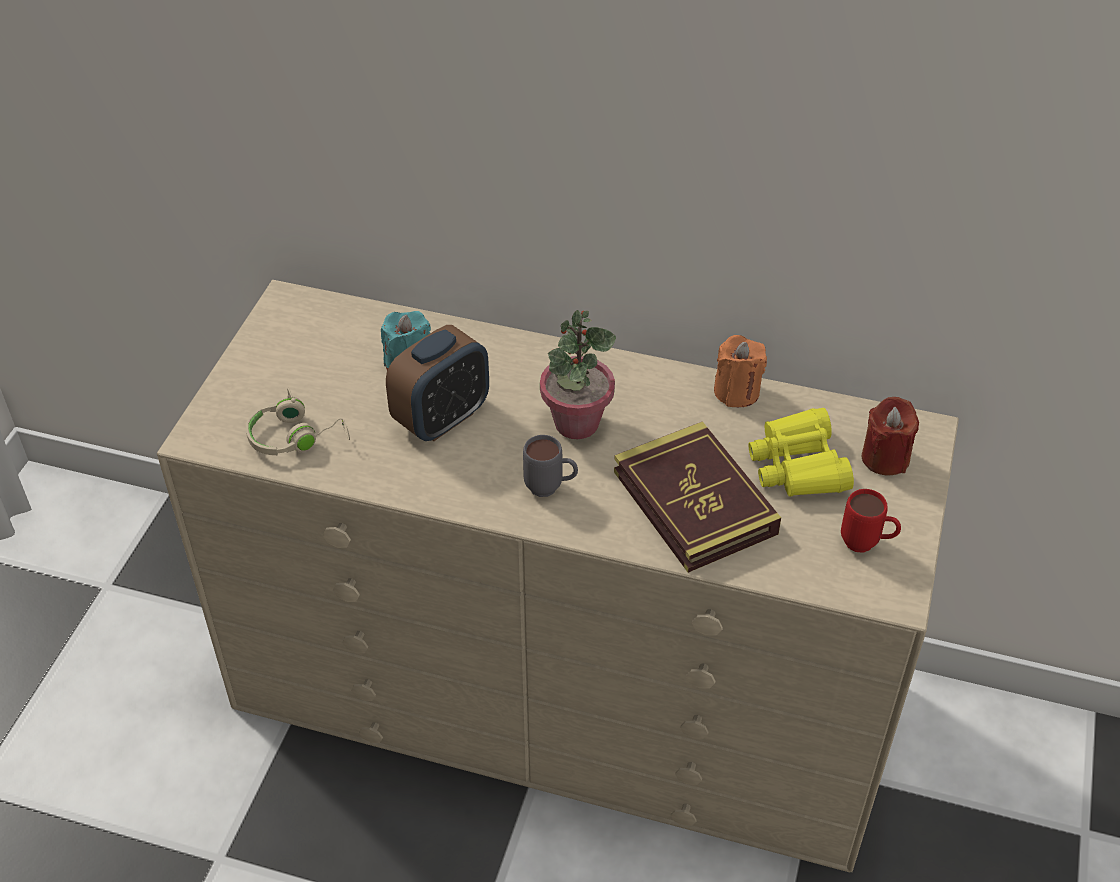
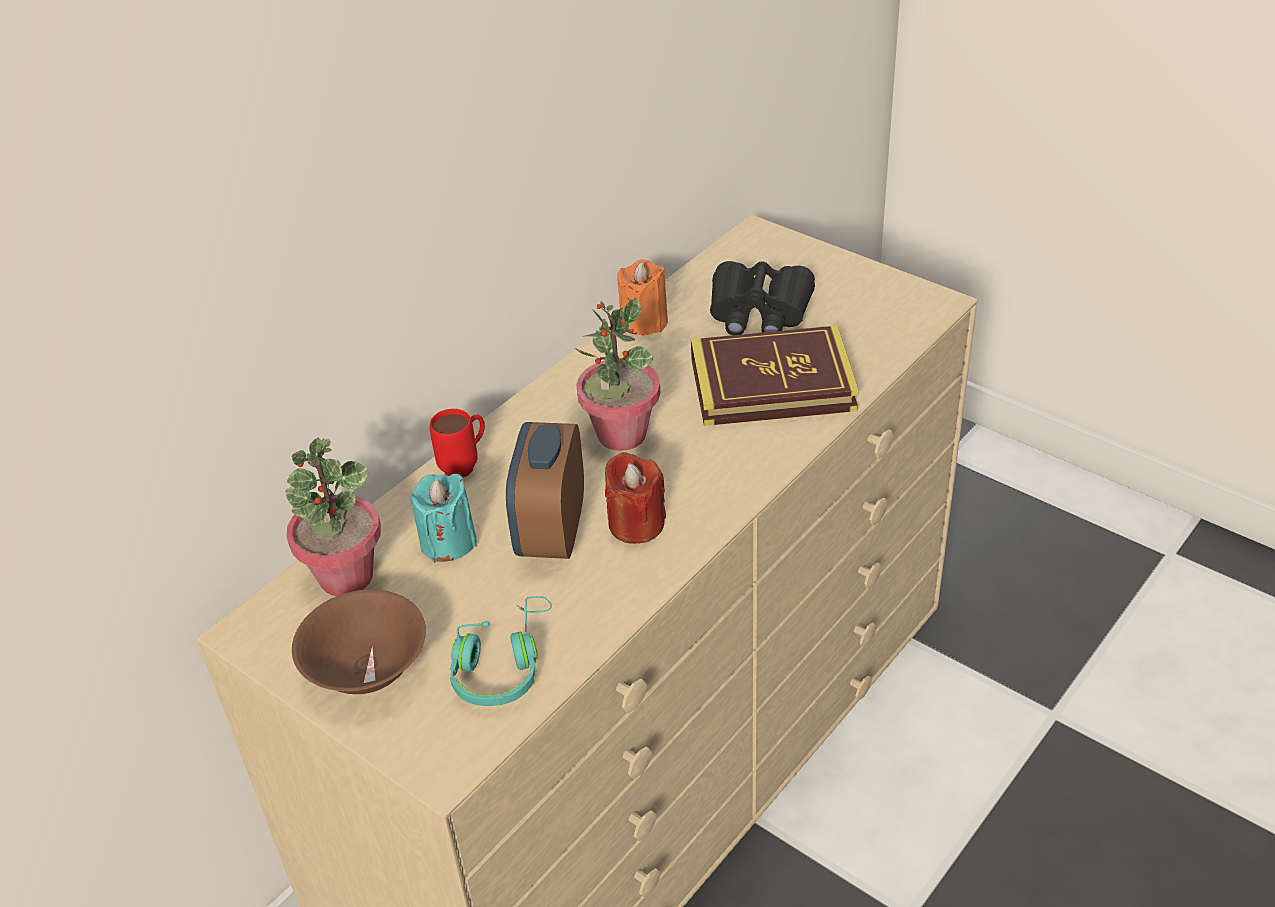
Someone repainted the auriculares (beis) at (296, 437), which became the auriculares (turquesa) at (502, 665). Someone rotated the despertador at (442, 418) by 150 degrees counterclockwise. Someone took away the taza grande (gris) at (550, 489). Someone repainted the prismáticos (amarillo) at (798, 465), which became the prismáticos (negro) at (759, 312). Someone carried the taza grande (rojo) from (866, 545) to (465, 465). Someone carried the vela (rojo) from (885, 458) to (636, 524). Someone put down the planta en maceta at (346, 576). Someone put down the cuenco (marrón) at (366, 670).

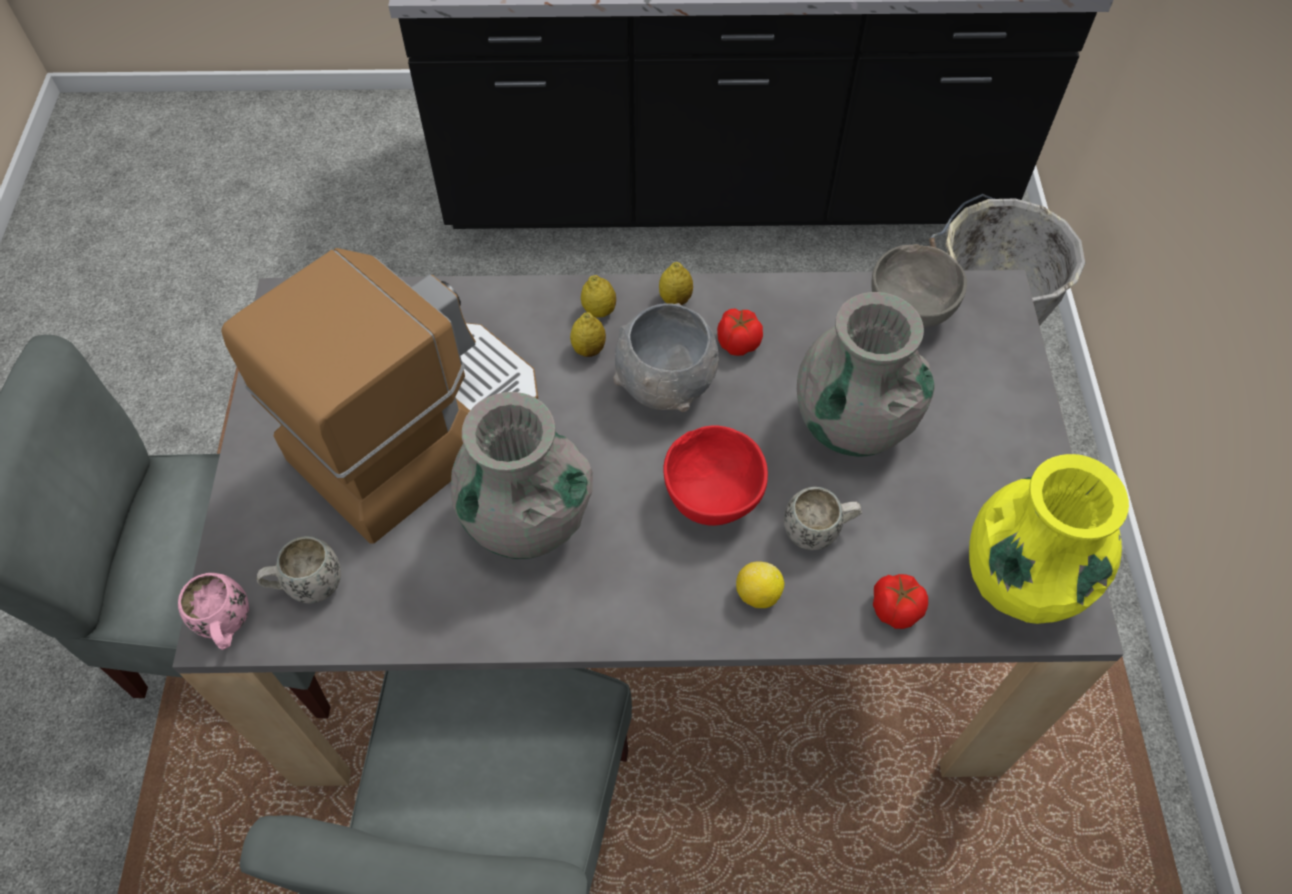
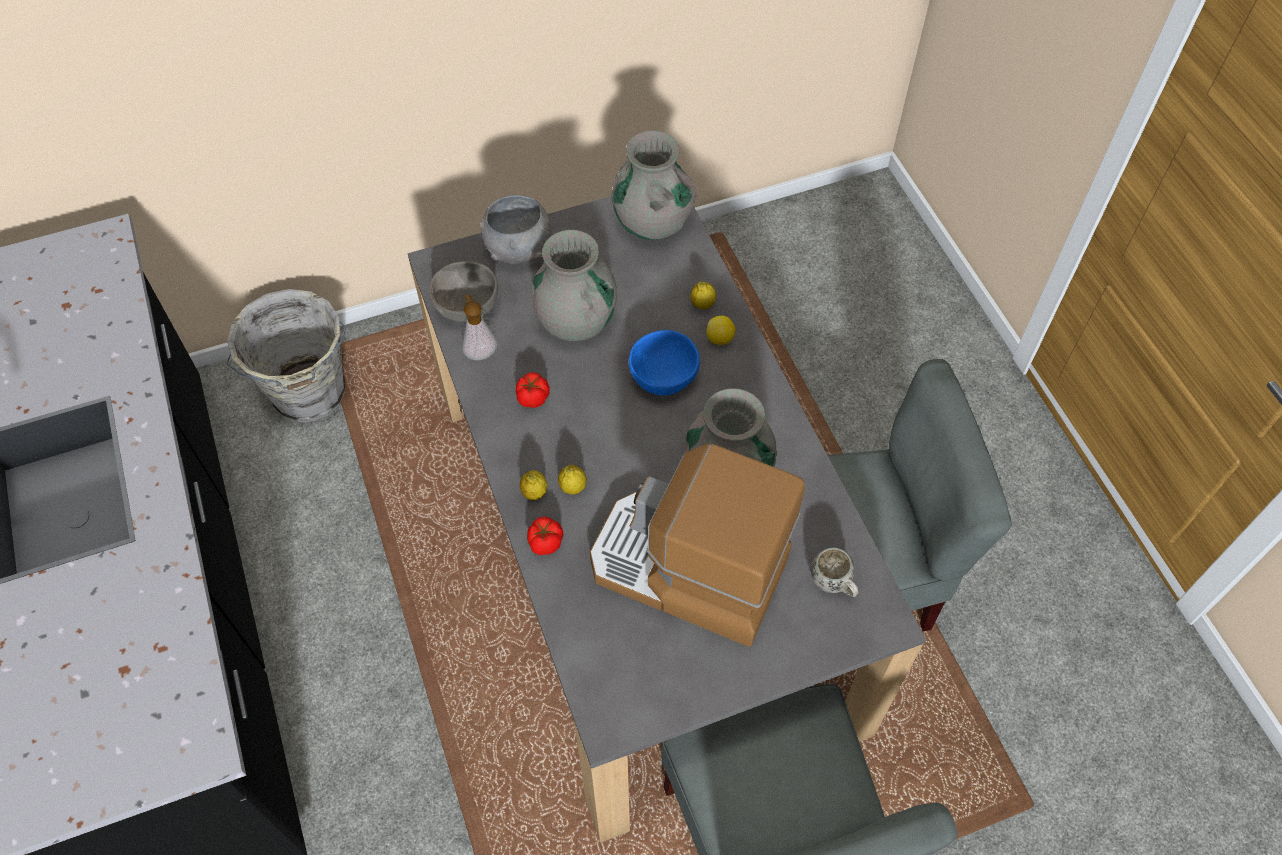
Someone took away the taza grande (rosa) at (227, 627). Someone carried the cuenco (gris) from (664, 383) to (519, 250). Someone carried the limón from (675, 299) to (702, 304). Someone repainted the cuenco (rojo) at (713, 495), which became the cuenco (azul) at (662, 378). Someone took away the taza grande (blanco) at (818, 531). Someone carried the tomate from (894, 608) to (545, 543). Someone repainted the florero (amarillo) at (1021, 579), which became the florero (gris) at (652, 222). Someone put down the dispensador de jabón at (480, 352).

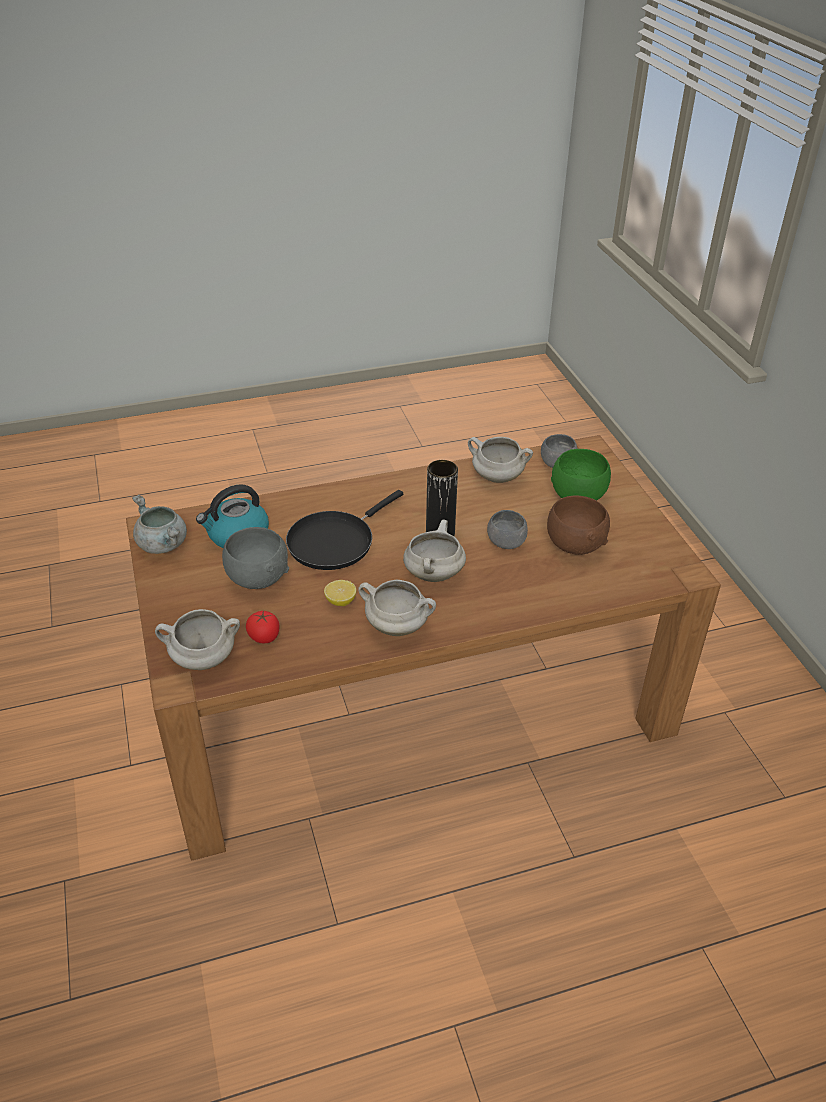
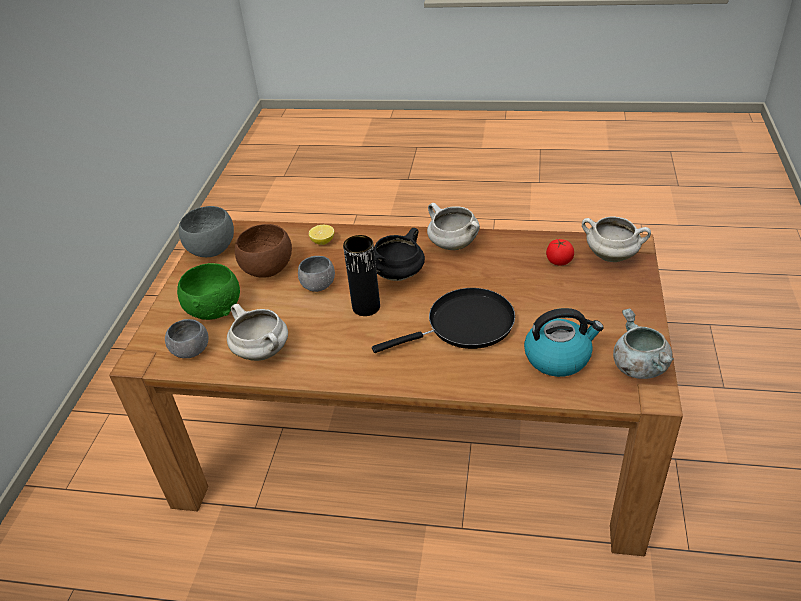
Someone carried the cuenco (gris) from (257, 578) to (211, 250). Someone carried the limón from (340, 601) to (323, 241). Someone repainted the olla (blanco) at (433, 573), which became the olla (negro) at (398, 275).

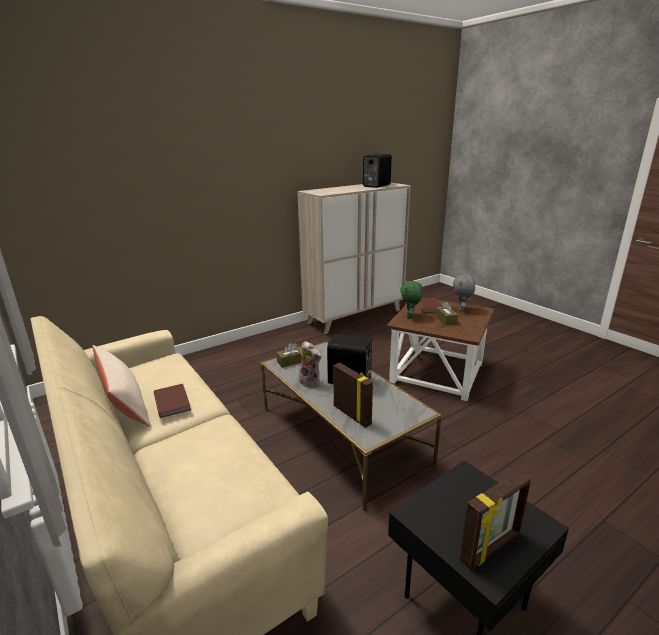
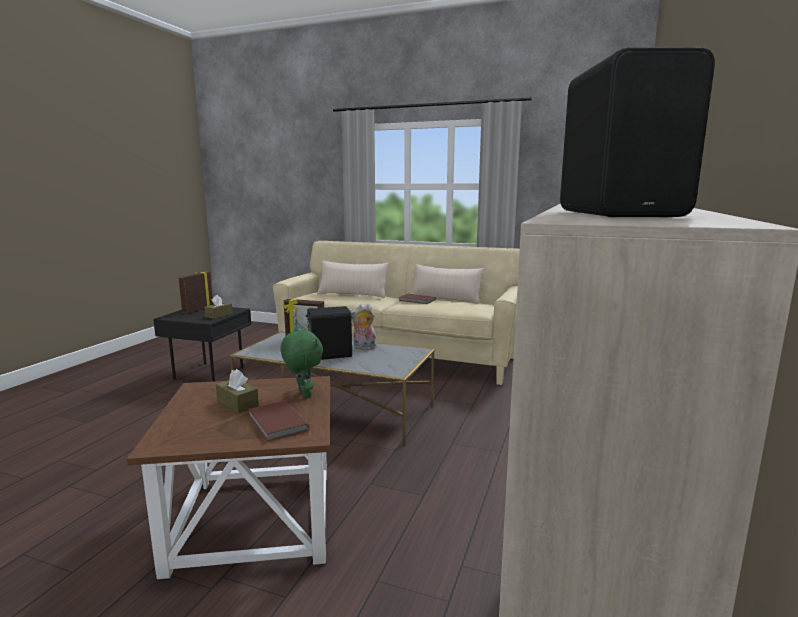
Someone carried the caja de pañuelos (marrón) from (291, 361) to (219, 315). Someone took away the peluche (gris) at (461, 310). Someone put down the cojín (beis) at (353, 294).

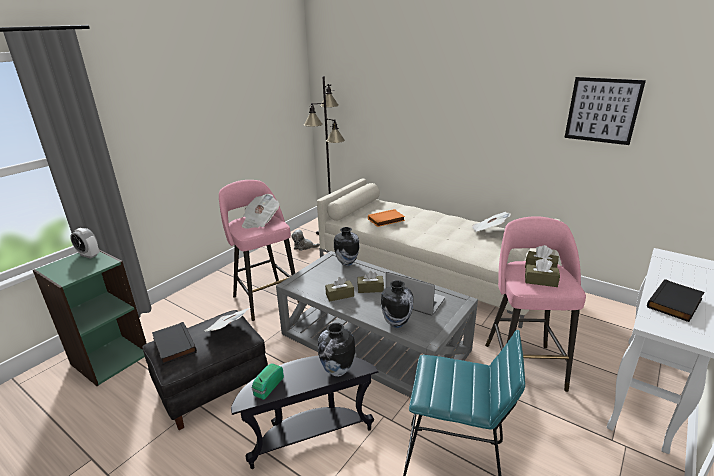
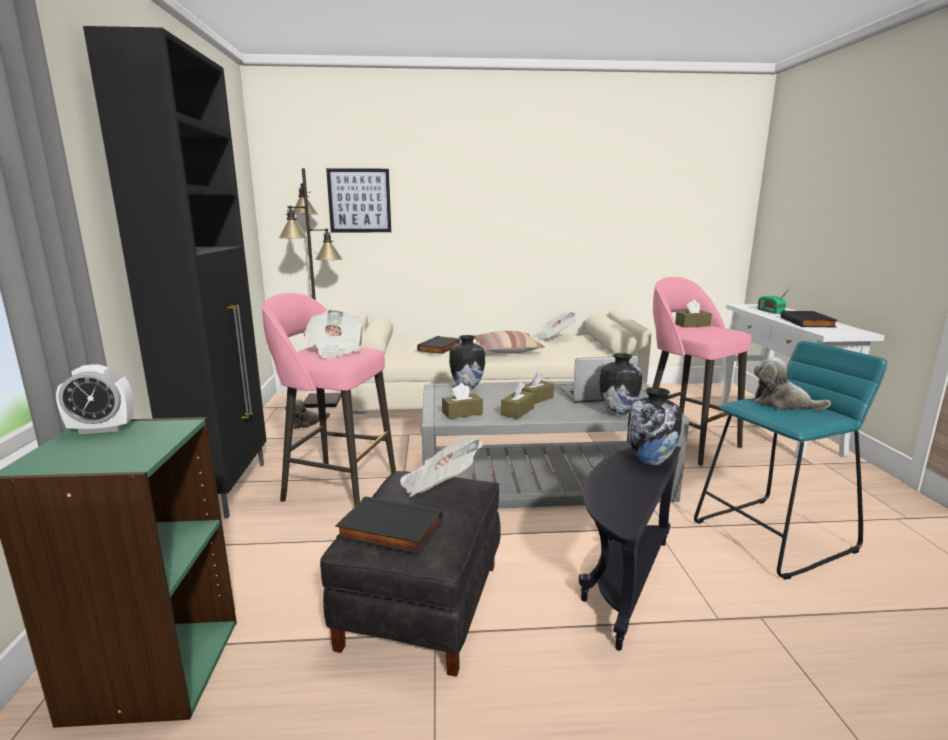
Someone carried the radio from (267, 387) to (770, 311). Someone repainted the libro (naranja) at (386, 220), which became the libro (negro) at (440, 348). Someone carried the caja de pañuelos (marrón) from (540, 281) to (462, 413). Someone carried the cuadro from (602, 110) to (359, 200). Someone put down the armario (negro) at (226, 488). Someone put down the cojín at (506, 350). Someone put down the peluche at (782, 404).

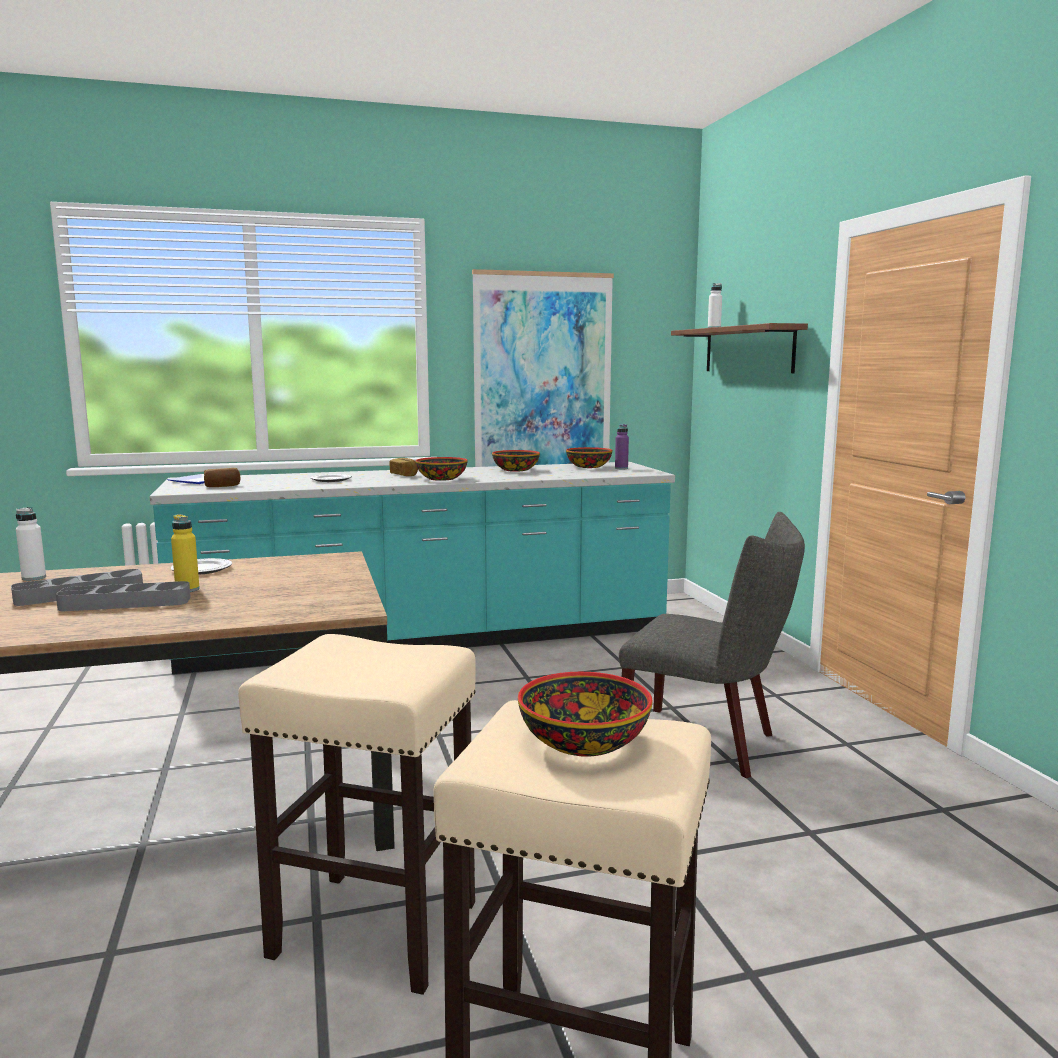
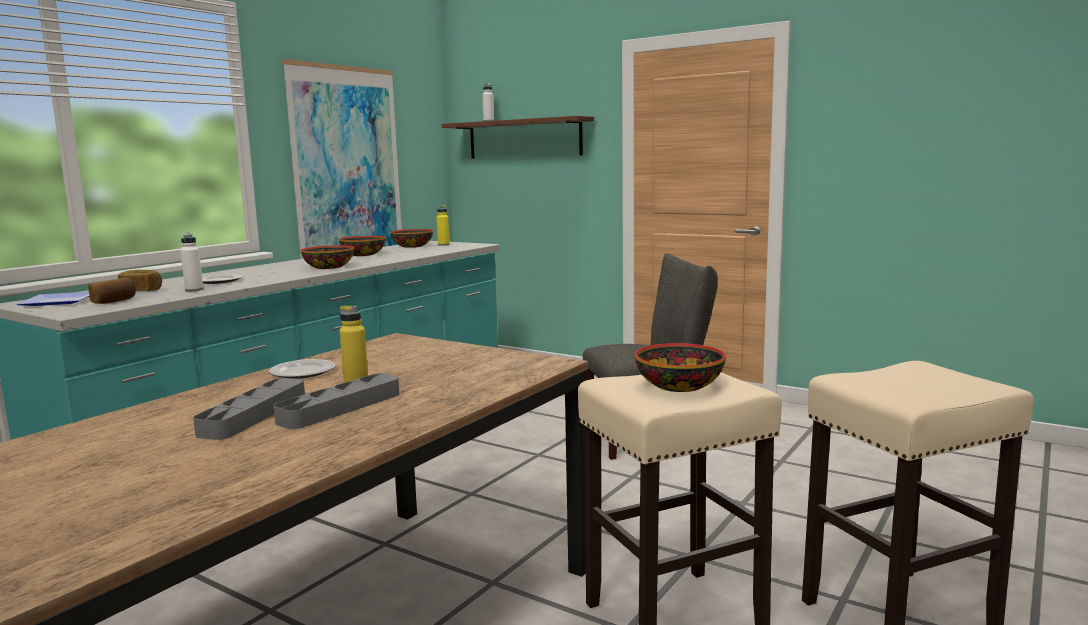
Someone carried the botella (blanco) from (34, 578) to (194, 290). Someone carried the pan from (404, 475) to (142, 290). Someone carried the cuenco from (585, 743) to (680, 386). Someone repainted the botella (morado) at (621, 468), which became the botella (amarillo) at (443, 244).

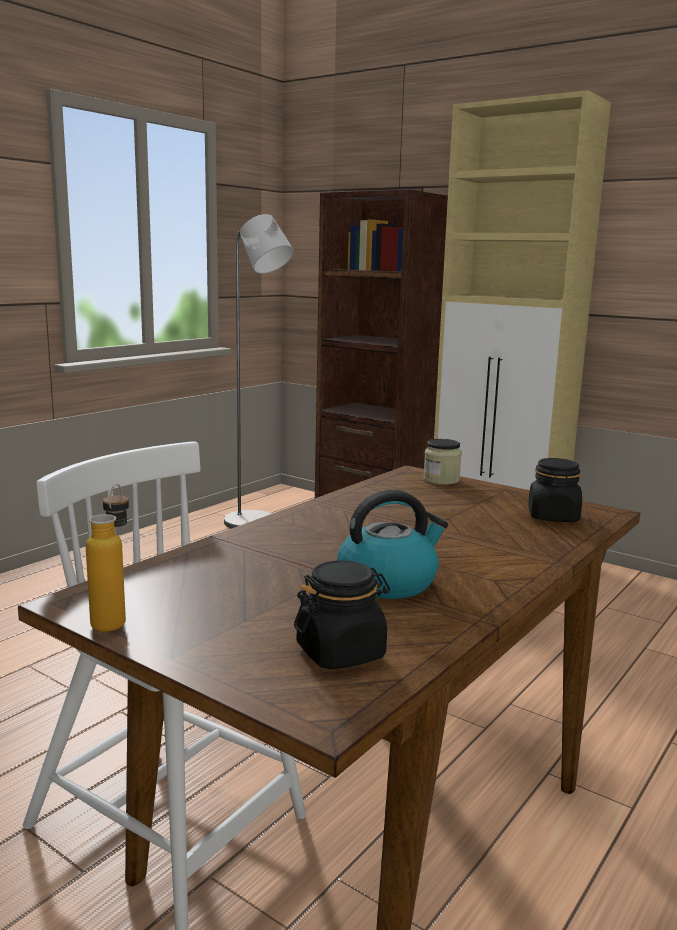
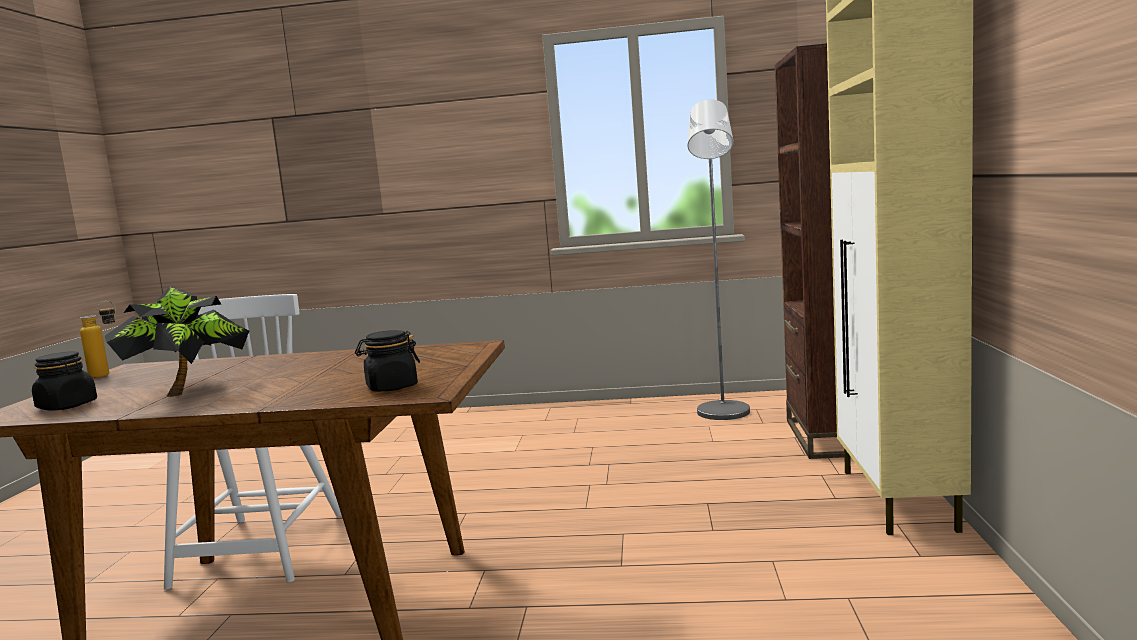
Someone swapped the hervidor at (388, 582) for the planta en maceta at (188, 390). Someone took away the tarro at (441, 480).

